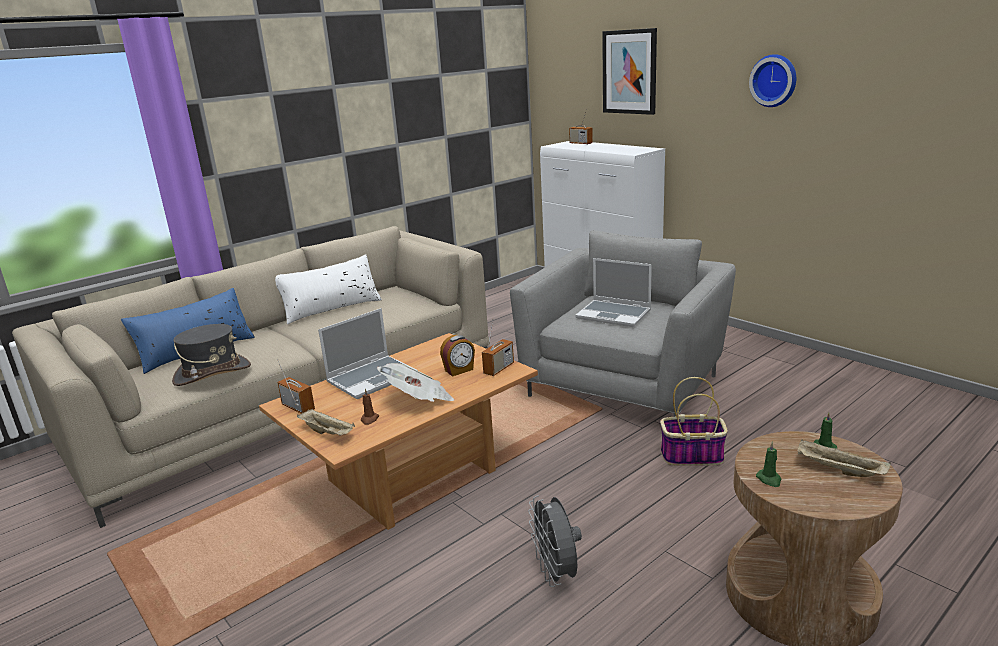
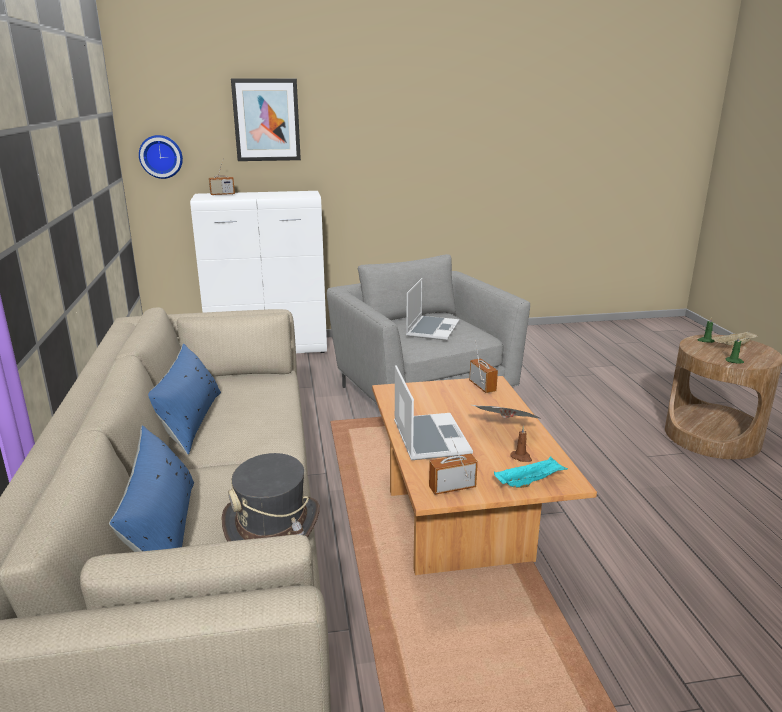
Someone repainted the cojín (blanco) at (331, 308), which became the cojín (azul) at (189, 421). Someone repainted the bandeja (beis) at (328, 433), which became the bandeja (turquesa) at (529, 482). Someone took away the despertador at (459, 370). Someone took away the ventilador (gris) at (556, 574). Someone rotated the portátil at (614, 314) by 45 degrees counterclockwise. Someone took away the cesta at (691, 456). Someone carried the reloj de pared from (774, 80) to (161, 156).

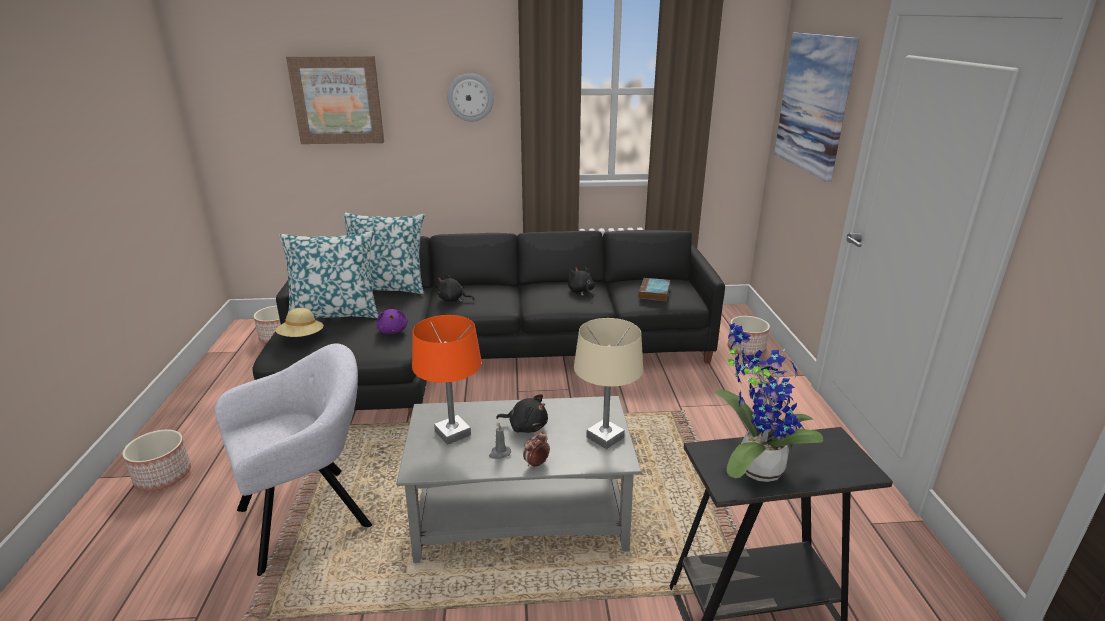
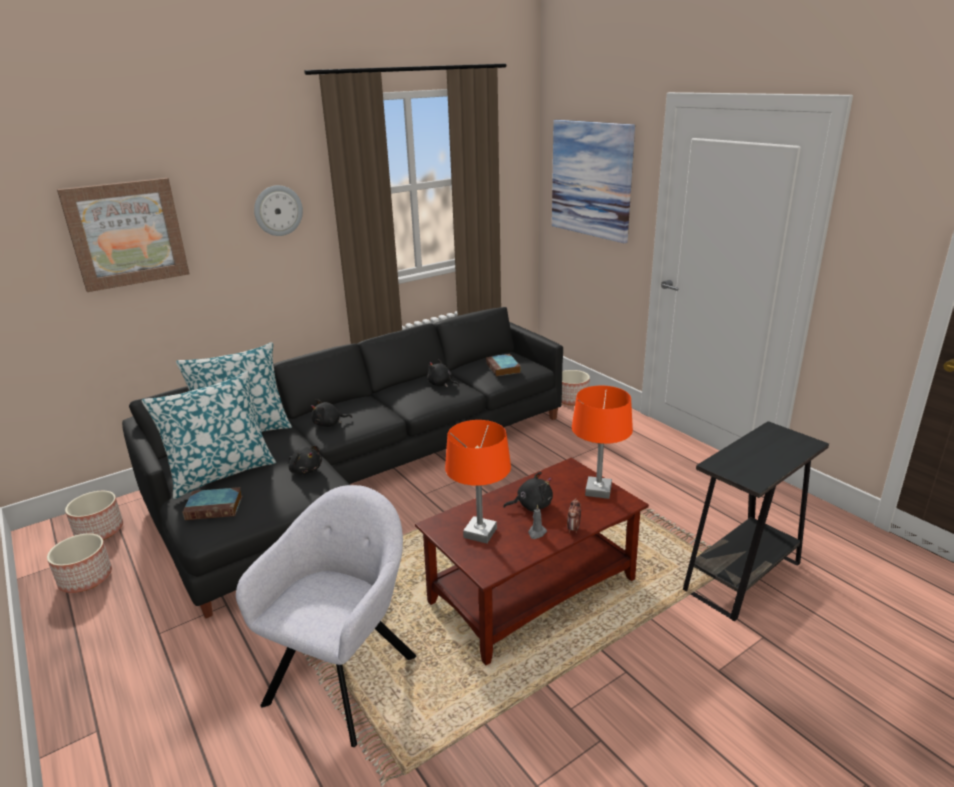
Someone carried the maceta from (164, 476) to (86, 578). Someone swapped the sombrero (beis) at (301, 338) for the libro at (215, 507). Someone repainted the peluche (morado) at (393, 331), which became the peluche (negro) at (305, 470). Someone repainted the mesa de centro (gris) at (522, 516), which became the mesa de centro (marrón) at (533, 590). Someone repainted the lámpara de mesa (beis) at (605, 437), which became the lámpara de mesa (naranja) at (598, 491). Someone took away the planta en maceta at (754, 467).

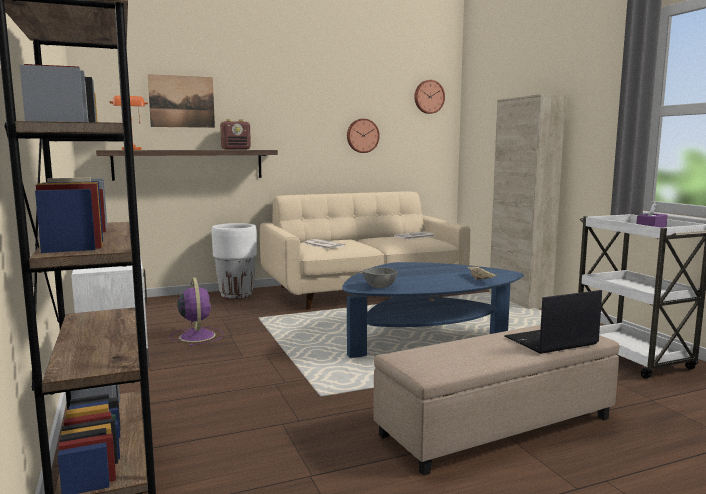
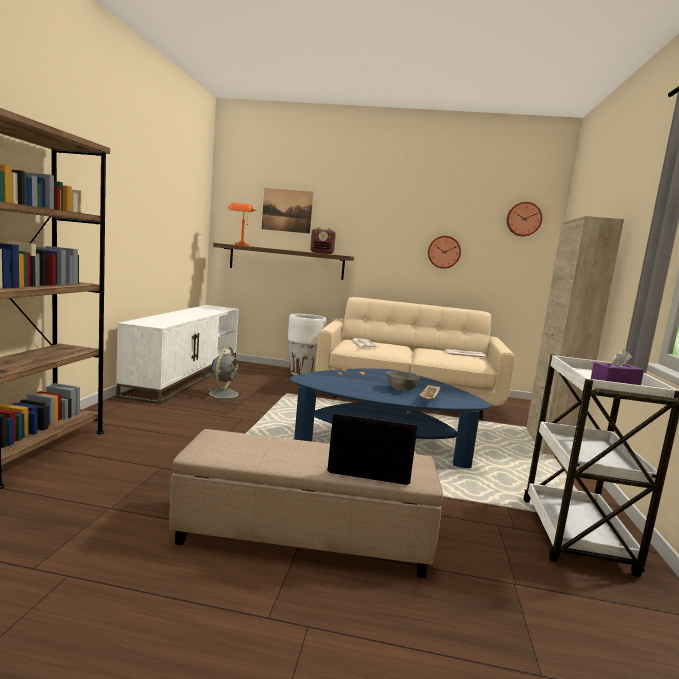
Someone repainted the ventilador (morado) at (197, 336), which became the ventilador (gris) at (224, 393). Someone carried the cuenco (gris) from (379, 287) to (400, 389).

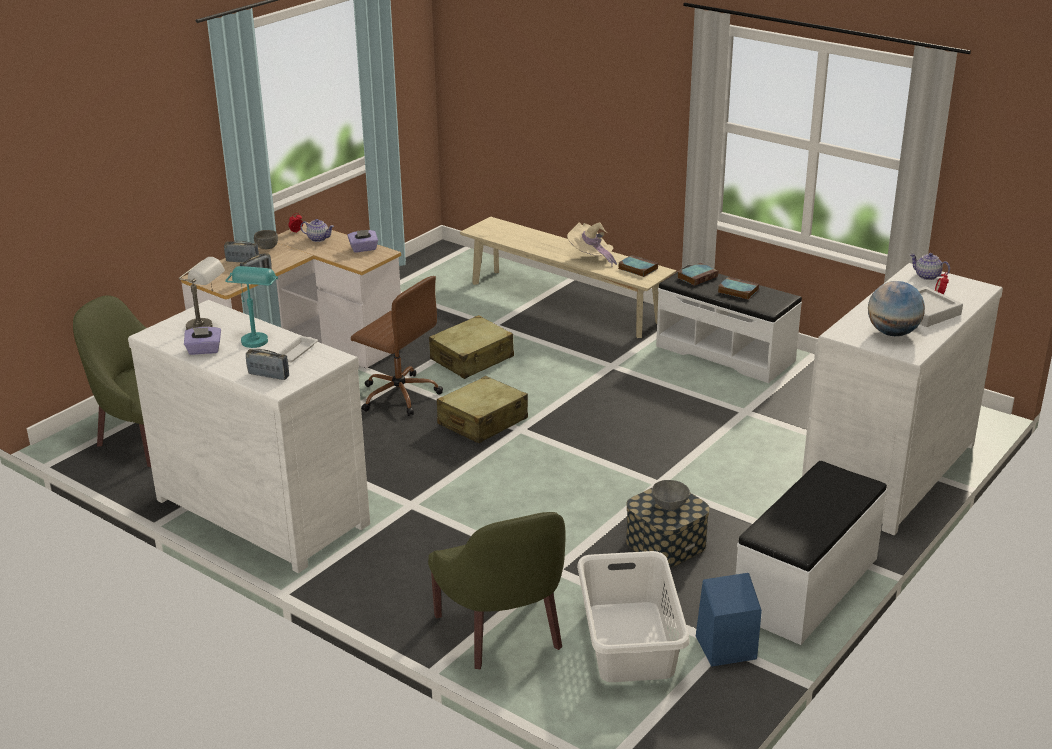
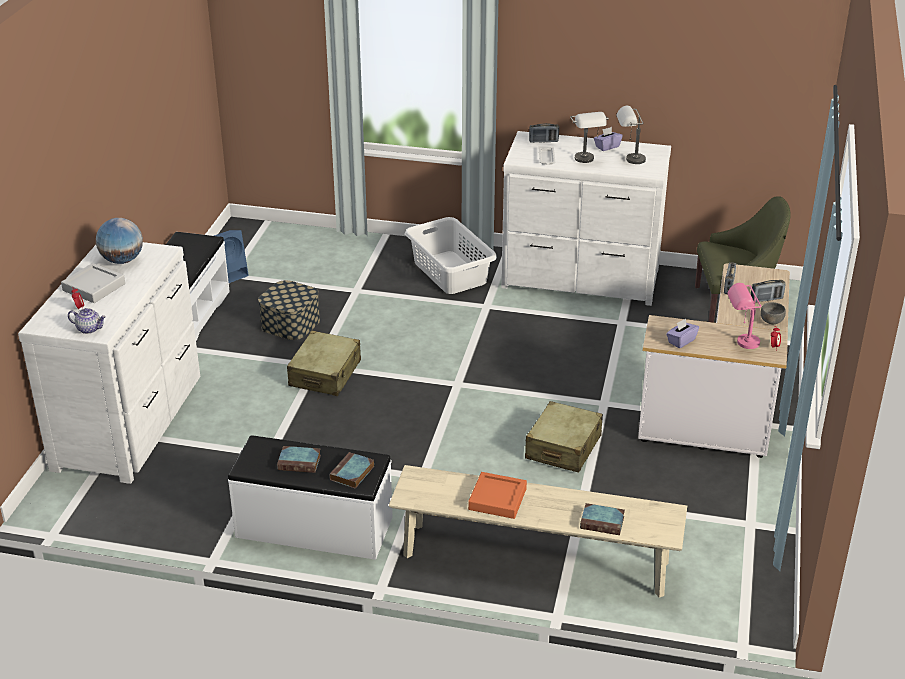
Someone repainted the lámpara de mesa (turquesa) at (257, 337), which became the lámpara de mesa (gris) at (587, 161). Someone swapped the tetera at (318, 239) for the lámpara de mesa (rosa) at (740, 343). Someone took away the silla de oficina (marrón) at (398, 395). Someone took away the sillón (verde) at (504, 631). Someone carried the maleta (beis) from (482, 422) to (325, 373). Someone swapped the sombrero (beis) at (591, 257) for the bandeja (naranja) at (497, 499). Someone carried the cesto de la ropa (blanco) from (630, 641) to (449, 273). Someone carried the libro from (637, 268) to (603, 522). Someone took away the cuenco (gris) at (670, 505).

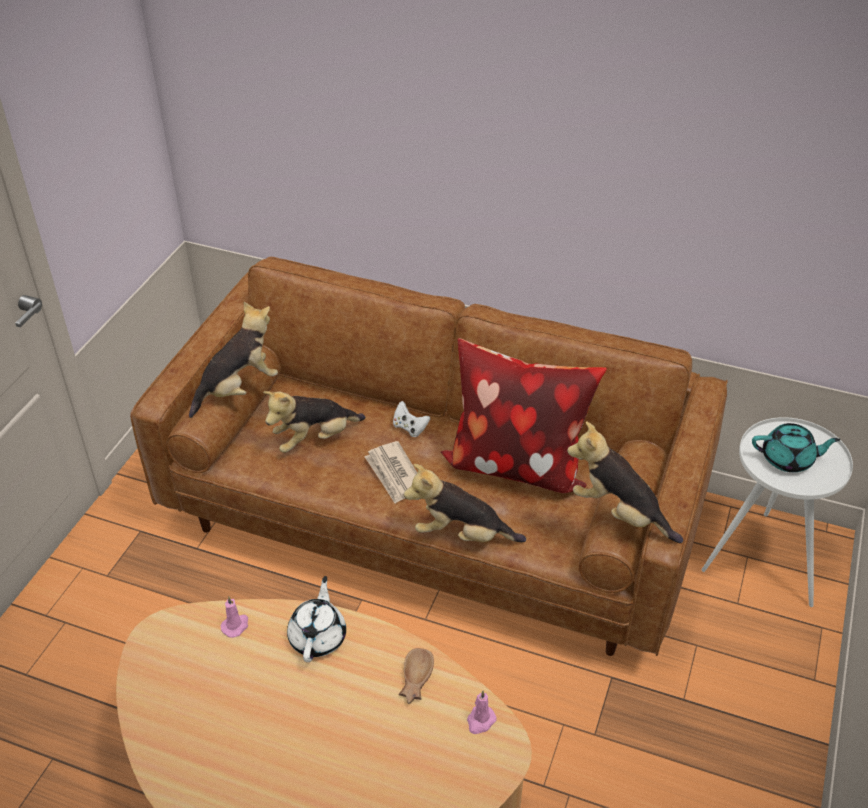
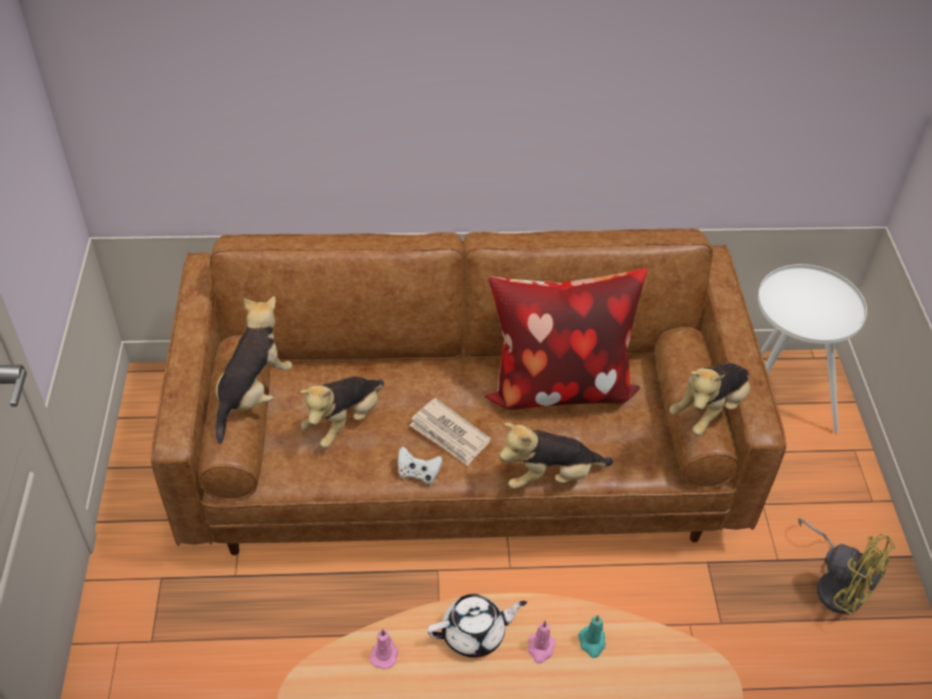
Someone rotated the tetera (blanco) at (318, 636) by 90 degrees clockwise. Someone carried the mando de consola (blanco) from (410, 428) to (418, 473). Someone swapped the cuenco (marrón) at (414, 680) for the vela (turquesa) at (592, 643). Someone carried the vela (rosa) from (480, 721) to (540, 648). Someone rotated the peluche at (619, 513) by 60 degrees counterclockwise. Someone took away the tetera (turquesa) at (788, 459). Someone put down the ventilador (amarillo) at (836, 585).

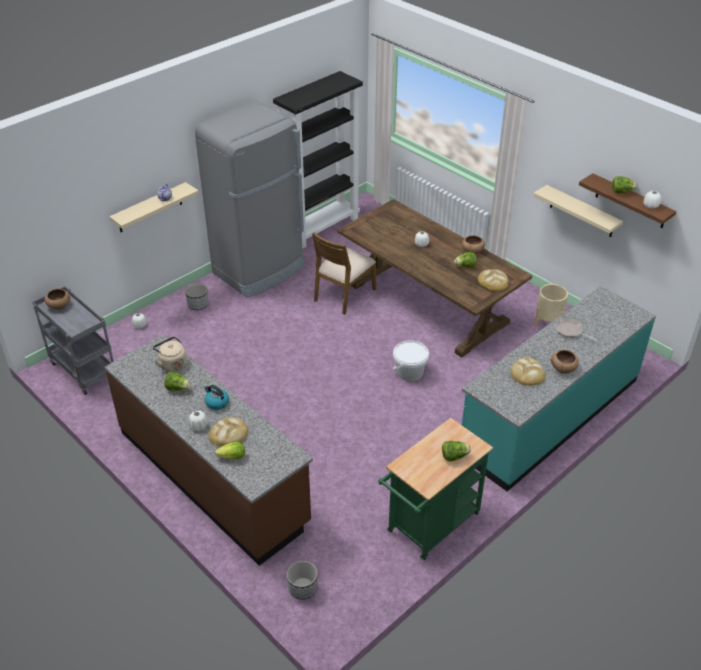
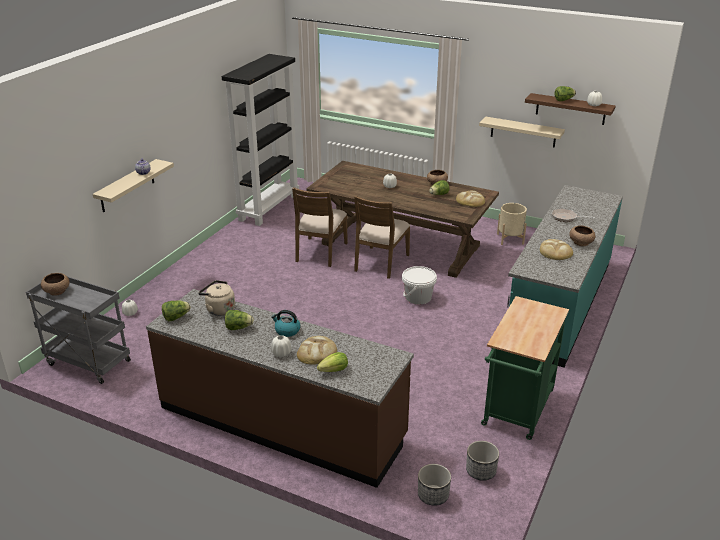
Someone carried the maceta from (198, 304) to (480, 471). Someone took away the nevera (gris) at (259, 270). Someone carried the lechuga from (454, 456) to (176, 317). Someone put down the silla (marrón) at (380, 262).

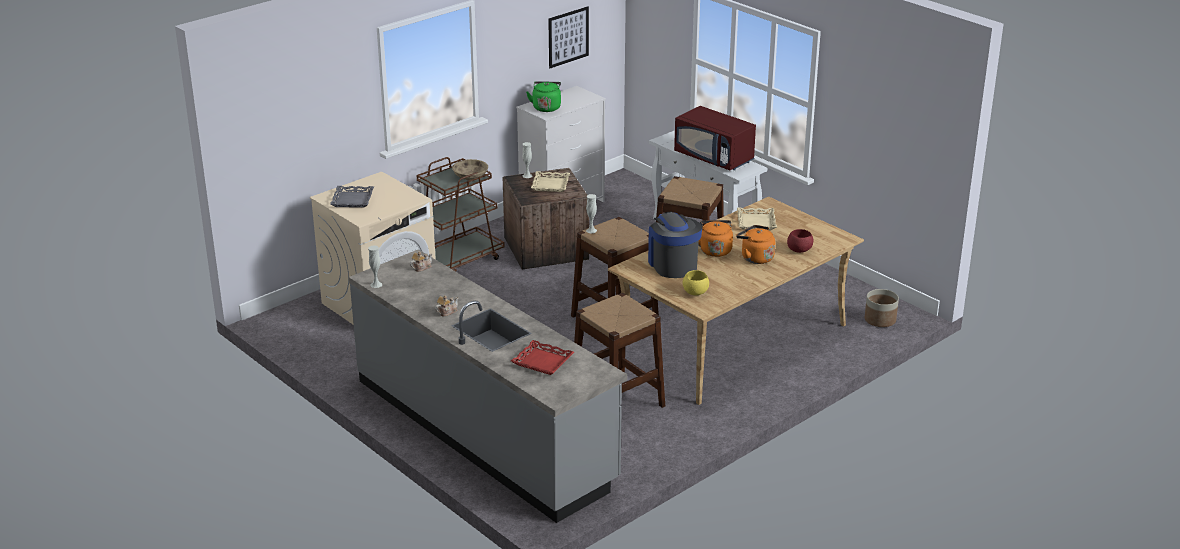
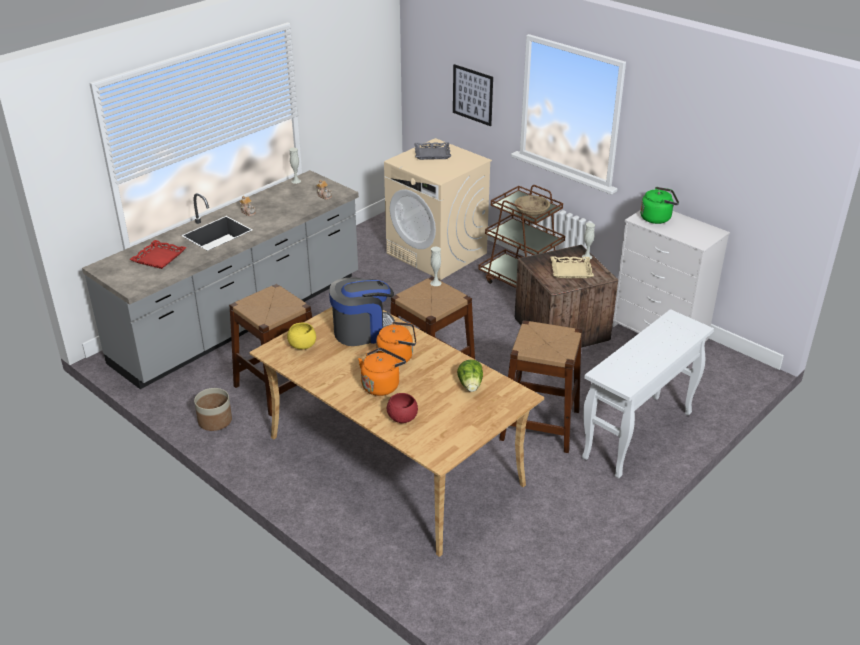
Someone carried the cuadro from (568, 37) to (472, 95). Someone took away the microondas (rojo) at (714, 158). Someone swapped the bandeja (beis) at (755, 222) for the lechuga at (470, 386). Someone carried the maceta from (880, 320) to (215, 421).

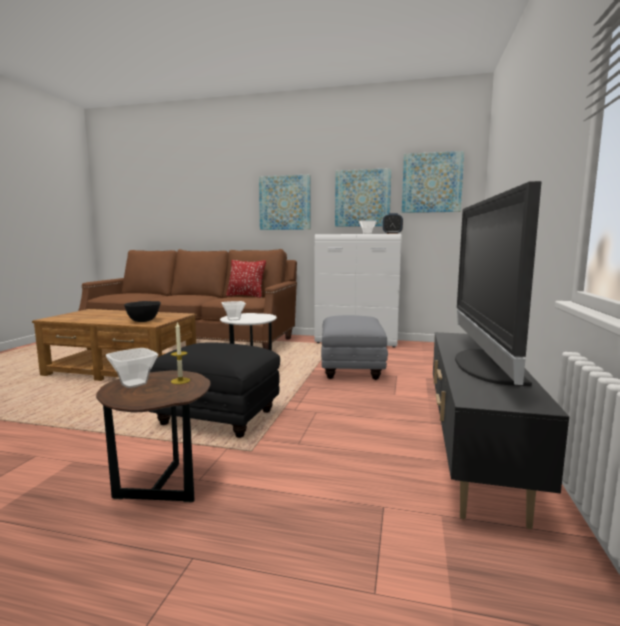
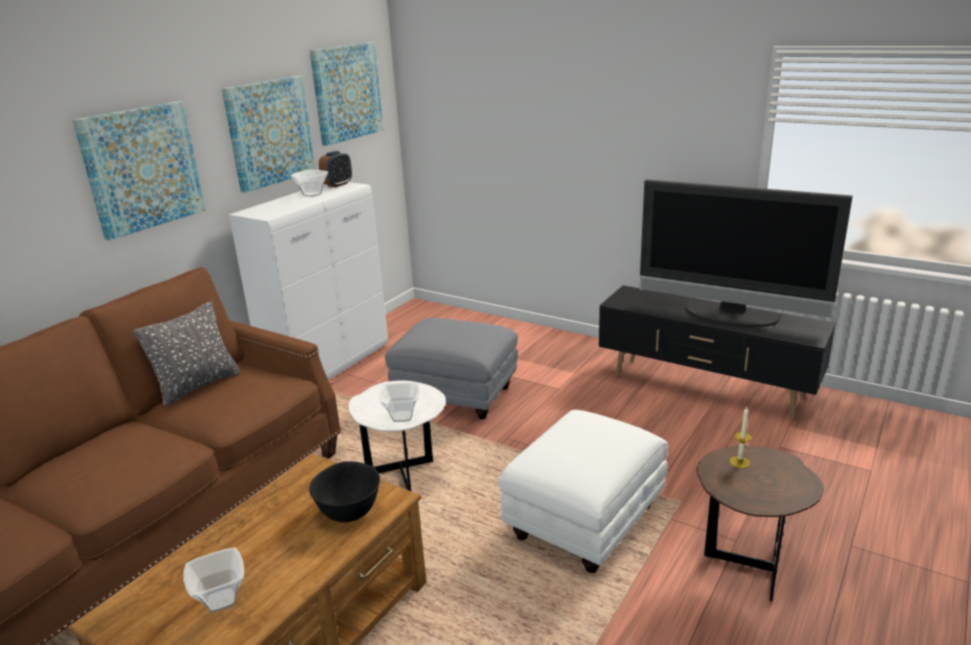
Someone carried the cuenco from (134, 383) to (220, 600). Someone repainted the puf (negro) at (216, 418), which became the puf (blanco) at (583, 523). Someone repainted the cojín (rojo) at (246, 296), which became the cojín (gris) at (198, 386).

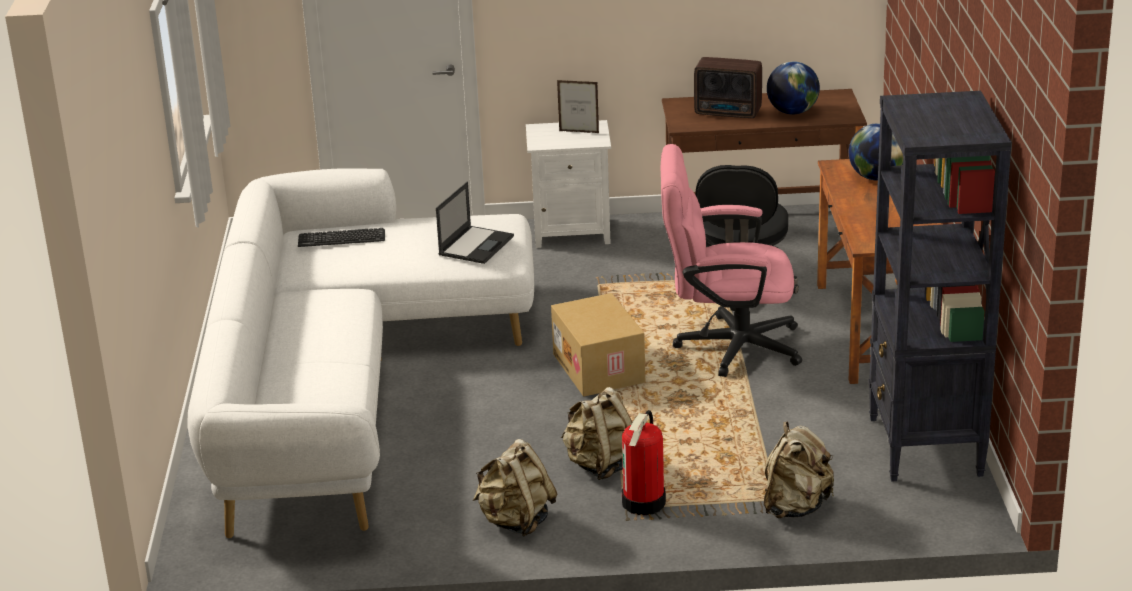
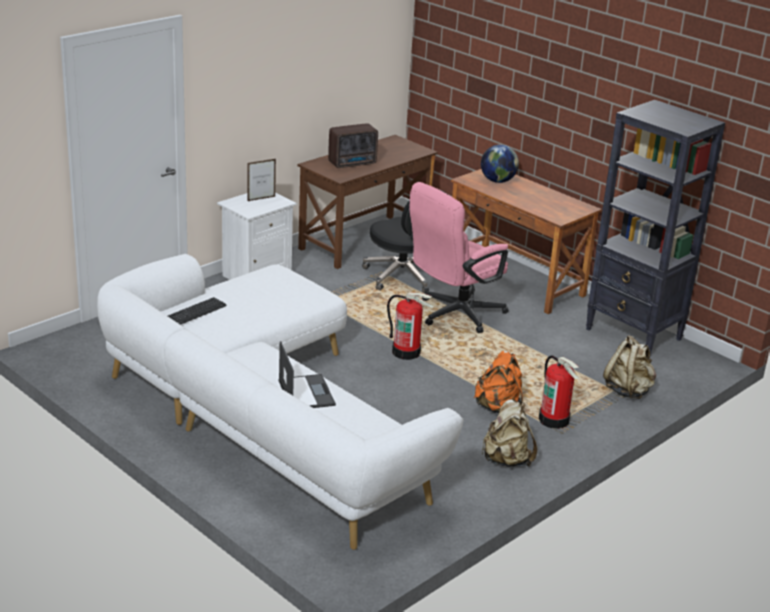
Someone carried the portátil from (476, 245) to (306, 392). Someone swapped the caja de cartón at (600, 368) for the extintor at (406, 352). Someone repainted the mochila (beis) at (601, 465), which became the mochila (naranja) at (498, 408). Someone took away the globo terráqueo at (792, 112).

